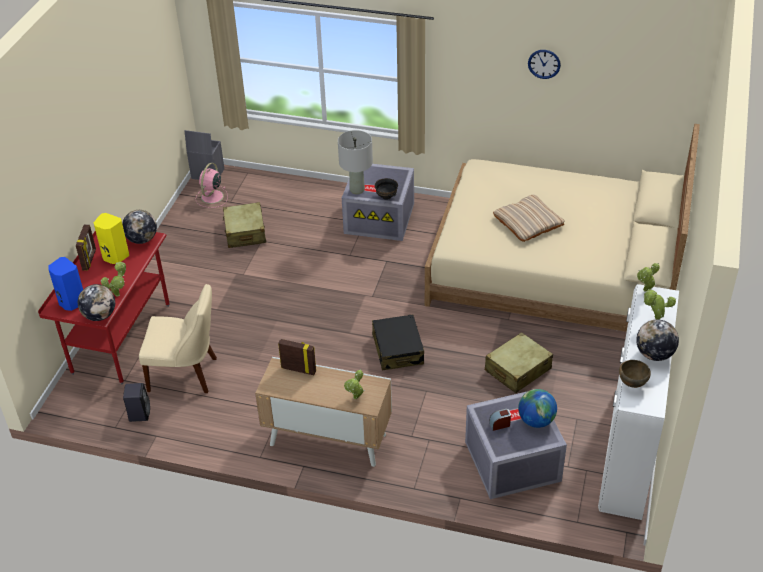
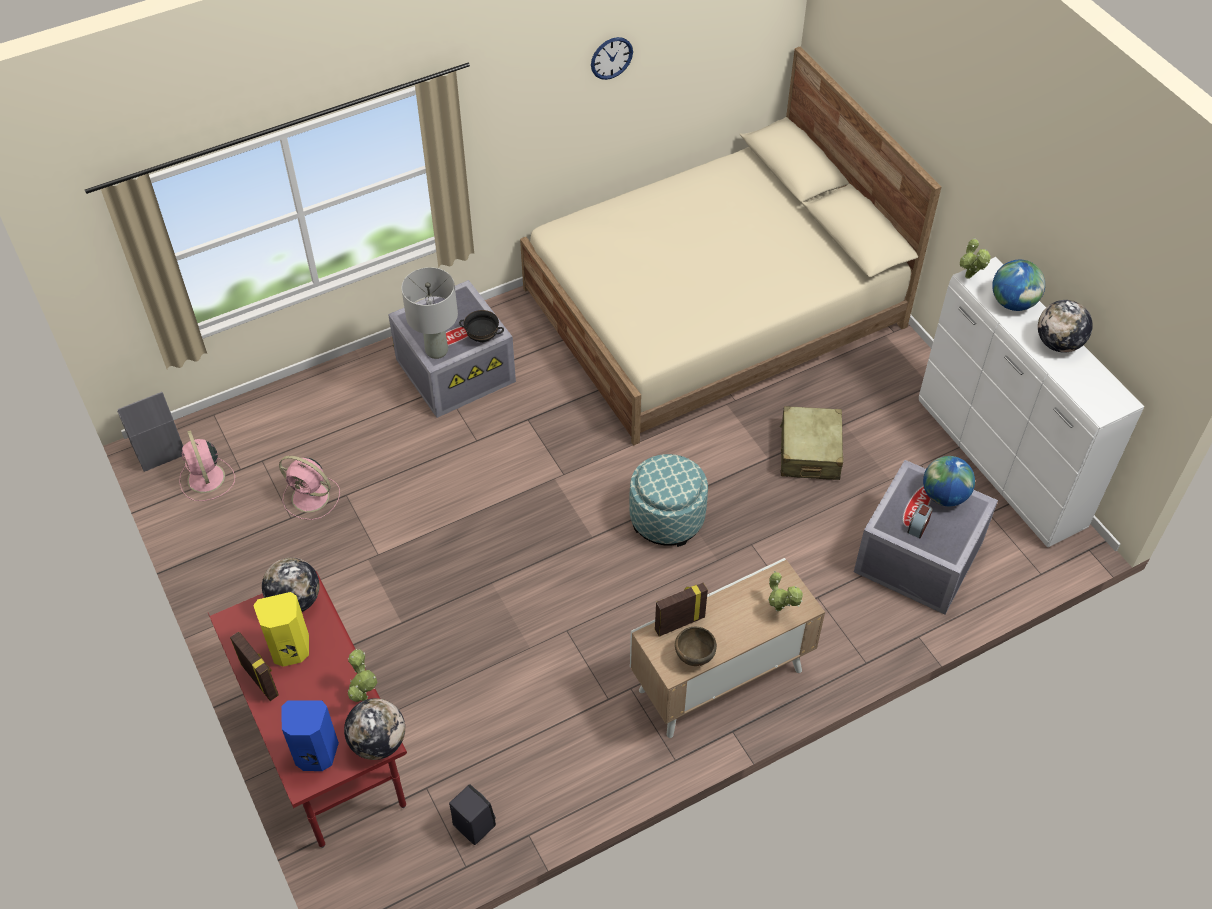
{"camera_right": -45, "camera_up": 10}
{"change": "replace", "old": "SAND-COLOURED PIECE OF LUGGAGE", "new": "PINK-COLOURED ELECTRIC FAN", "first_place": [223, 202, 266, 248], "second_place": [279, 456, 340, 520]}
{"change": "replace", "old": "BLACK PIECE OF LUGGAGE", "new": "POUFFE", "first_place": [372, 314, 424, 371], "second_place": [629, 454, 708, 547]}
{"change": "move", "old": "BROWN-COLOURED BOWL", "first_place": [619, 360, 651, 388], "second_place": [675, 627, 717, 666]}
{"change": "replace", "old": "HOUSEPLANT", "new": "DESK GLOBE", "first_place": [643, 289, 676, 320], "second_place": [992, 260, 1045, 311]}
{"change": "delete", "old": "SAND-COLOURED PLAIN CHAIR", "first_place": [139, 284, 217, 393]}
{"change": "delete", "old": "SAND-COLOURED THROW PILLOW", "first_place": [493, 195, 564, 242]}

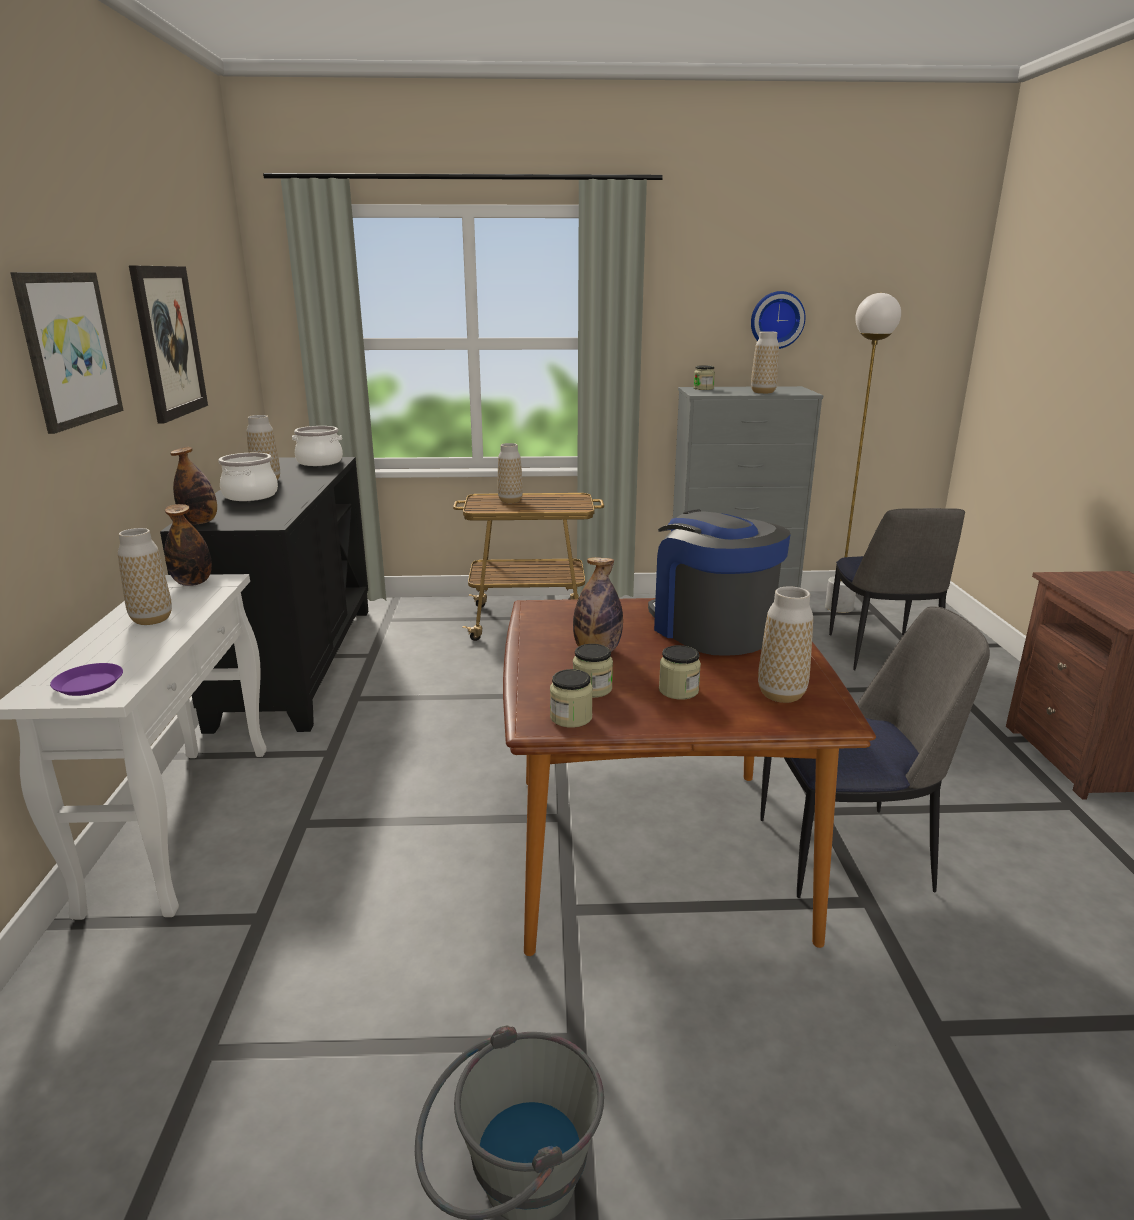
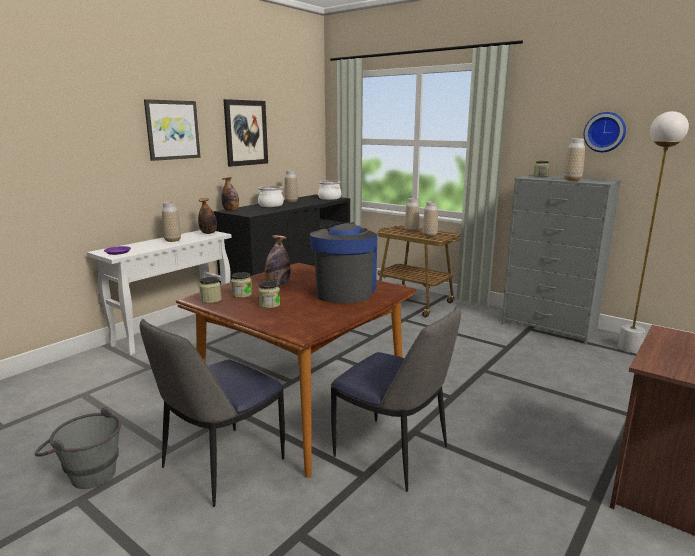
{"camera_right": 40, "camera_up": -5}
{"change": "move", "old": "PLAIN CHAIR", "first_place": [829, 508, 965, 671], "second_place": [140, 319, 285, 507]}
{"change": "move", "old": "VASE", "first_place": [758, 586, 813, 703], "second_place": [423, 201, 438, 237]}

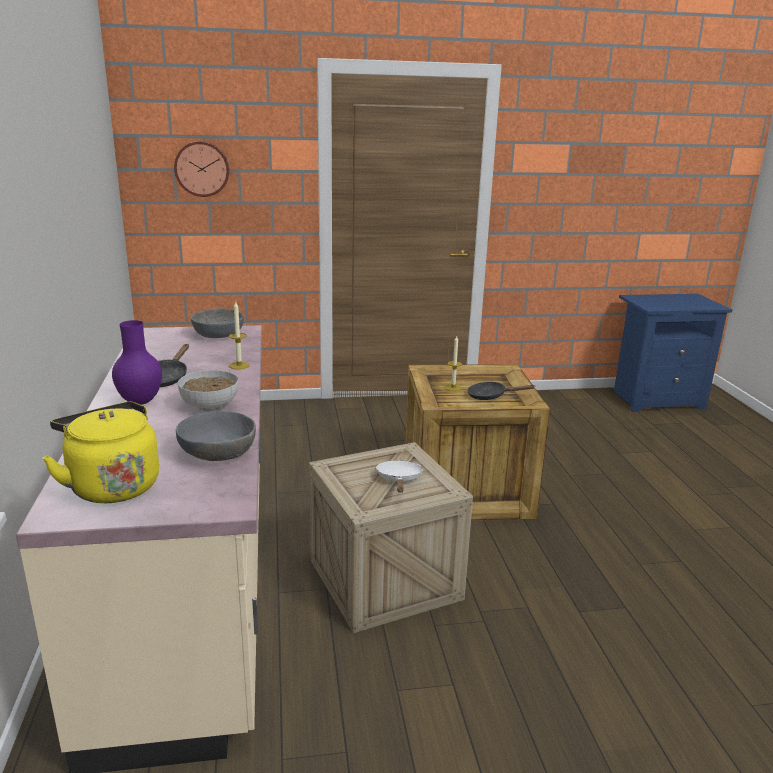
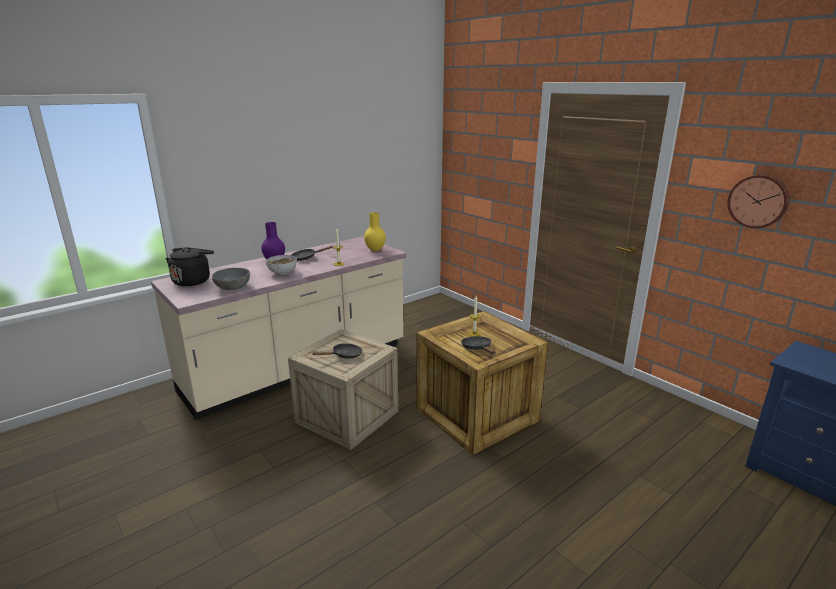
{"camera_right": 60, "camera_up": 0}
{"change": "recolor", "old": "YELLOWISH KETTLE", "new": "BLACK KETTLE", "first_place": [42, 401, 159, 503], "second_place": [166, 247, 214, 286]}
{"change": "recolor", "old": "WHITE-COLOURED PAN", "new": "BLACK PAN", "first_place": [376, 461, 424, 493], "second_place": [313, 343, 362, 359]}
{"change": "replace", "old": "GREYISH BOWL", "new": "YELLOWISH VASE", "first_place": [191, 308, 244, 338], "second_place": [364, 212, 386, 251]}
{"change": "move", "old": "CLOCK ON THE WALL", "first_place": [174, 141, 229, 197], "second_place": [727, 174, 790, 228]}

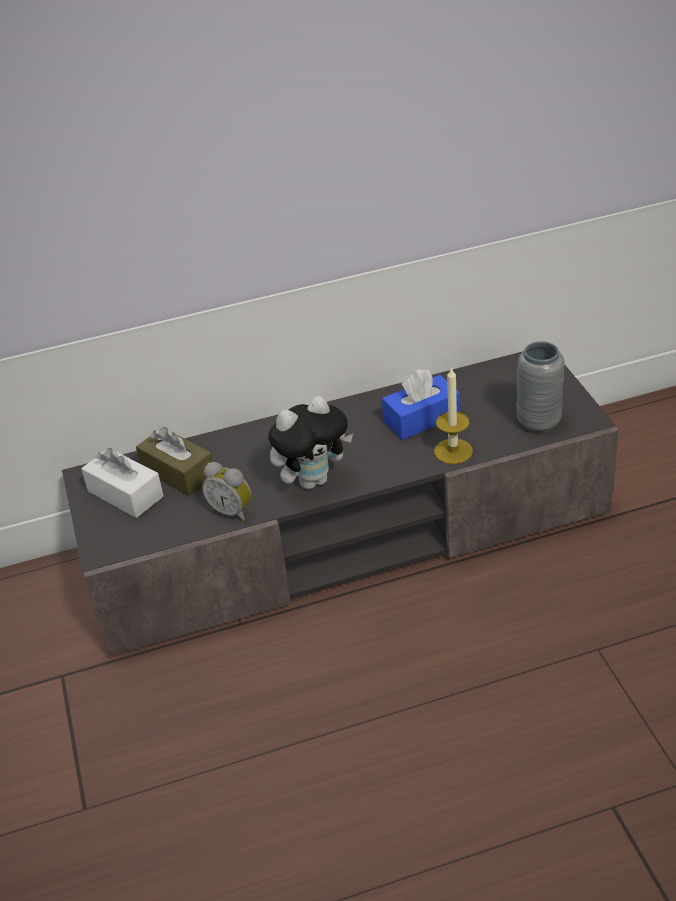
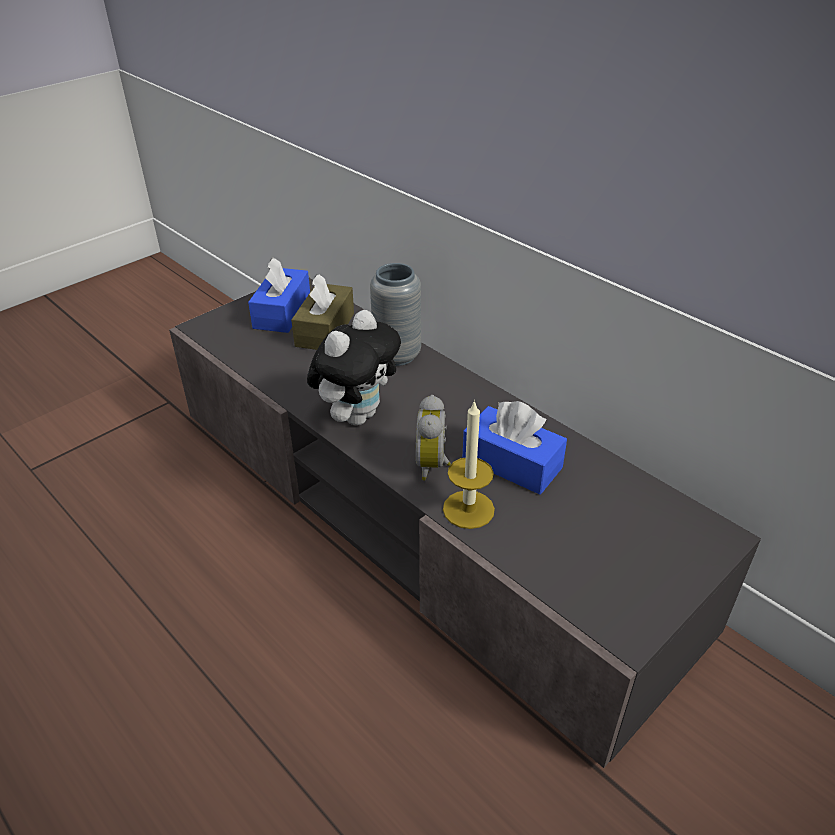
{"camera_right": 60, "camera_up": 0}
{"change": "recolor", "old": "WHITE-COLOURED TISSUE BOX", "new": "BLUE TISSUE BOX", "first_place": [81, 448, 164, 518], "second_place": [248, 257, 310, 333]}
{"change": "rotate", "old": "CUDDLY TOY", "first_place": [268, 396, 353, 489], "second_place": [307, 310, 401, 425], "degrees": -90}
{"change": "move", "old": "GREYISH VASE", "first_place": [517, 341, 565, 433], "second_place": [370, 263, 421, 366]}
{"change": "move", "old": "BEDSIDE CLOCK", "first_place": [202, 462, 251, 522], "second_place": [416, 395, 451, 481]}

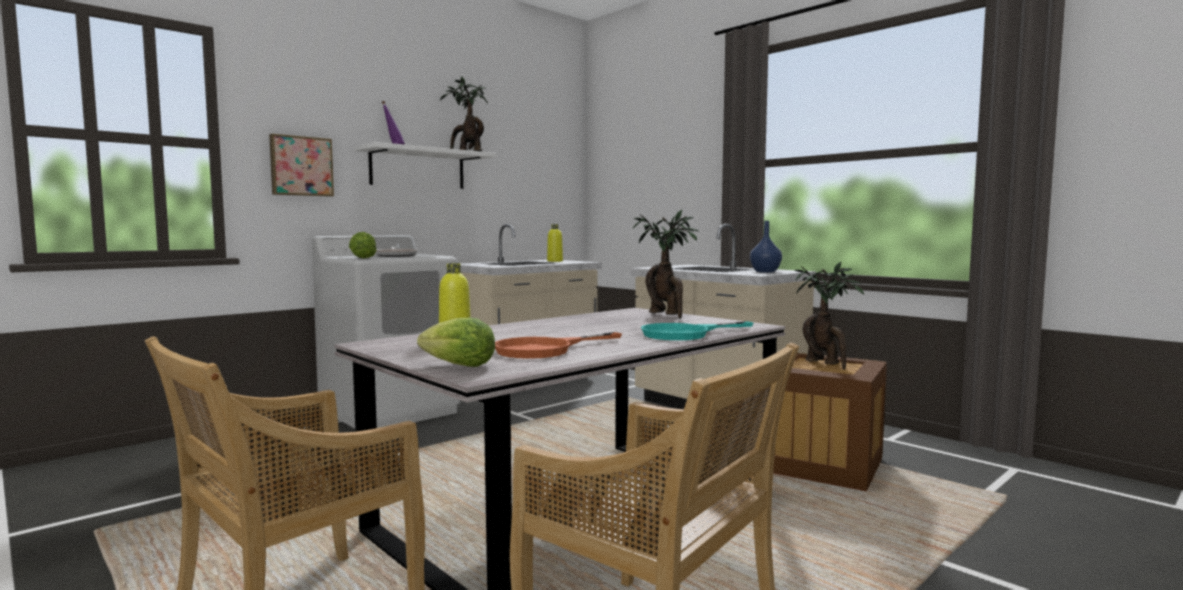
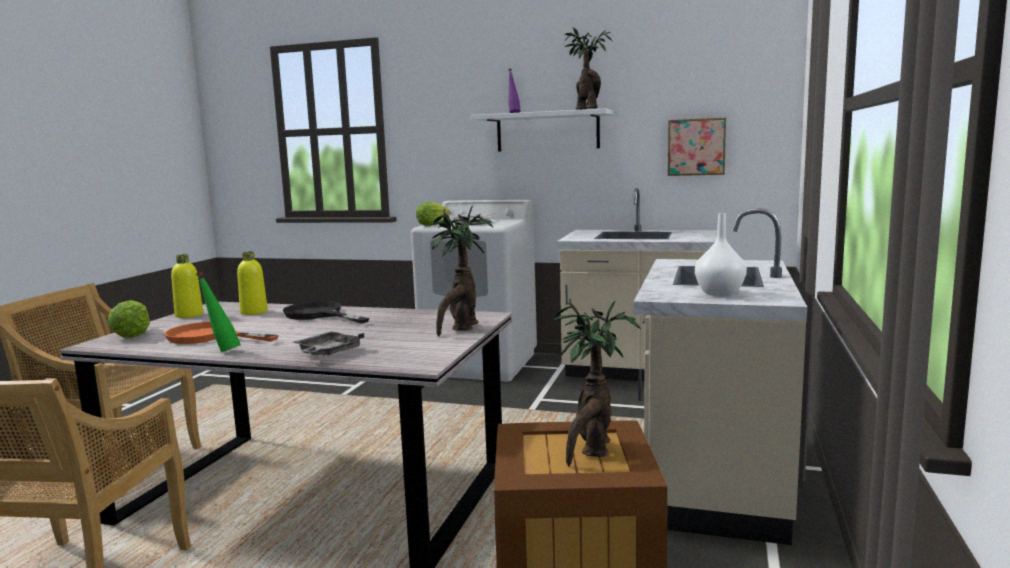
{"camera_right": 60, "camera_up": 5}
{"change": "move", "old": "YELLOWISH BEVERAGE BOTTLE", "first_place": [547, 224, 563, 262], "second_place": [171, 254, 203, 318]}
{"change": "insert", "new": "GREEN BEVERAGE BOTTLE", "second_place": [197, 272, 241, 353]}
{"change": "insert", "new": "BLACK PAN", "second_place": [283, 301, 369, 324]}
{"change": "replace", "old": "TURQUOISE PAN", "new": "GREYISH CARRYING TRAY", "first_place": [641, 321, 753, 340], "second_place": [293, 331, 364, 356]}
{"change": "move", "old": "WALL ART", "first_place": [269, 134, 334, 196], "second_place": [668, 118, 726, 176]}
{"change": "recolor", "old": "BLUE VASE", "new": "WHITE-COLOURED VASE", "first_place": [750, 221, 782, 273], "second_place": [695, 213, 747, 296]}

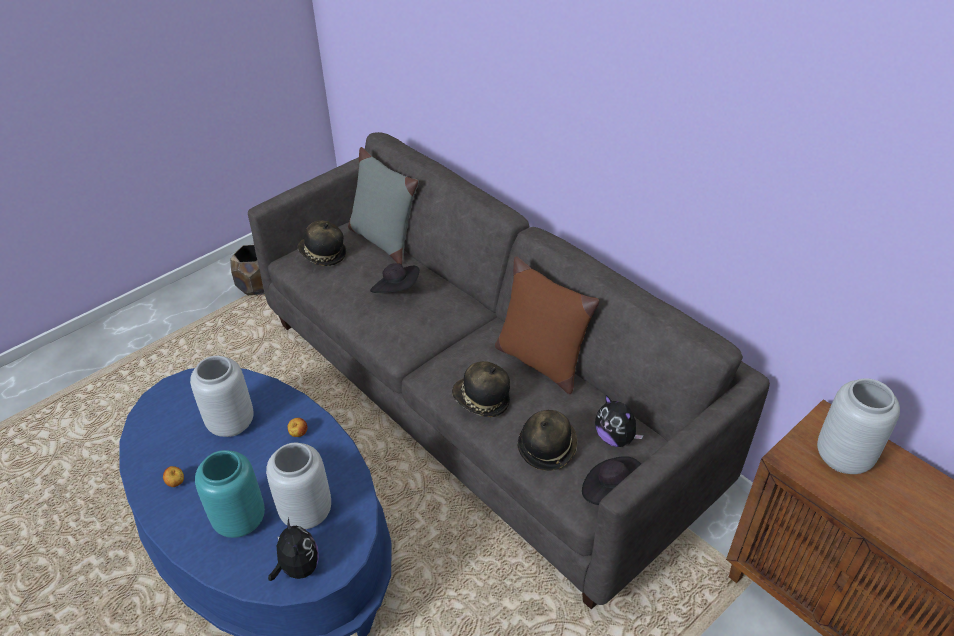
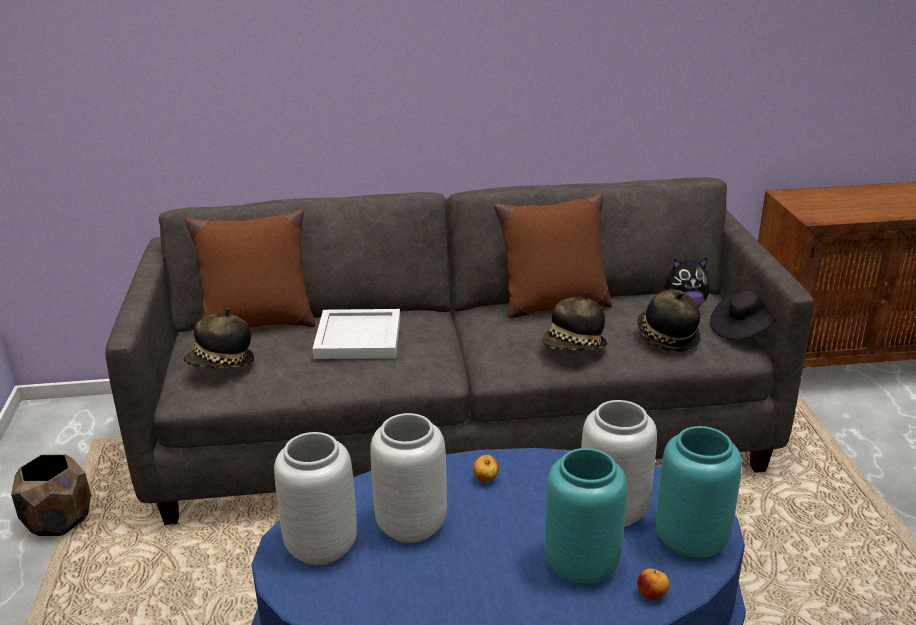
{"camera_right": -55, "camera_up": -15}
{"change": "recolor", "old": "GREYISH THROW PILLOW", "new": "BROWN-COLOURED THROW PILLOW", "first_place": [348, 147, 419, 265], "second_place": [185, 209, 316, 328]}
{"change": "move", "old": "GREYISH VASE", "first_place": [817, 378, 900, 474], "second_place": [274, 432, 357, 565]}
{"change": "replace", "old": "BLACK WEARABLE HAT", "new": "WHITE-COLOURED CARRYING TRAY", "first_place": [370, 263, 420, 293], "second_place": [313, 309, 400, 359]}
{"change": "move", "old": "APPLE FRUIT", "first_place": [163, 466, 184, 487], "second_place": [637, 568, 669, 600]}
{"change": "replace", "old": "CUDDLY TOY", "new": "TURQUOISE VASE", "first_place": [268, 518, 319, 581], "second_place": [656, 426, 742, 559]}

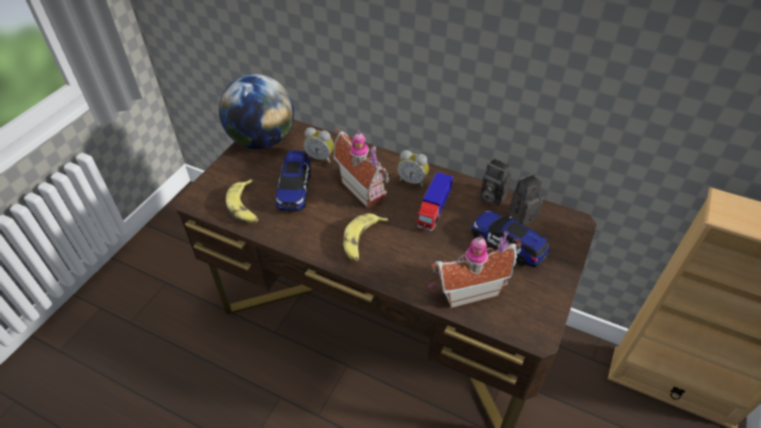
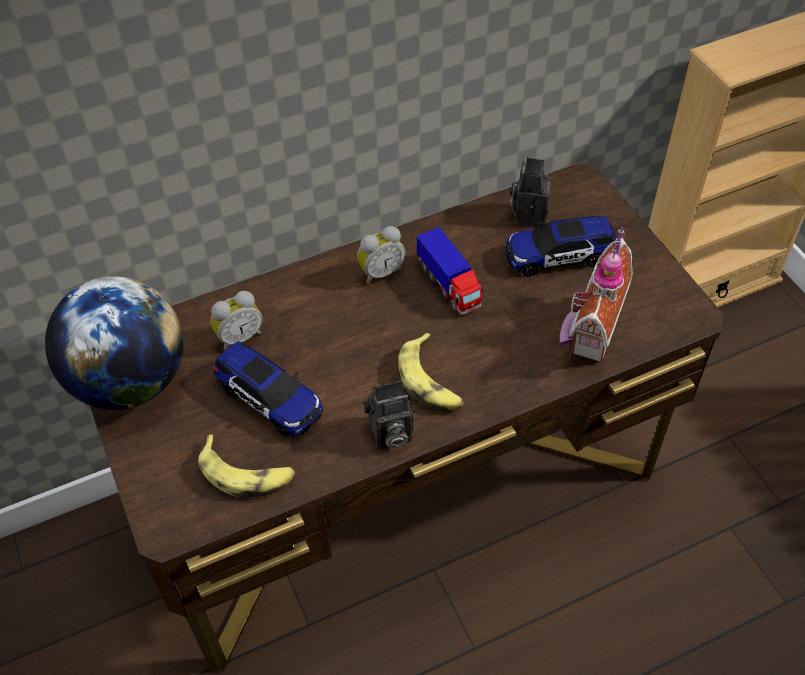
{"camera_right": -50, "camera_up": 5}
{"change": "move", "old": "PHOTO CAMERA", "first_place": [480, 158, 511, 206], "second_place": [363, 381, 413, 449]}
{"change": "delete", "old": "TOY HOUSE", "first_place": [334, 129, 389, 208]}

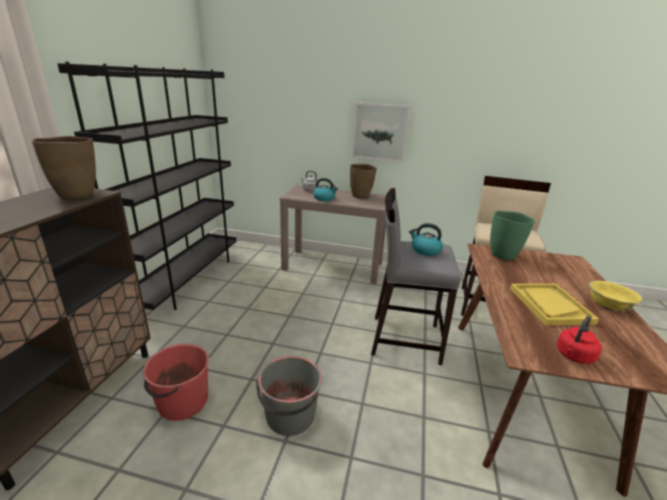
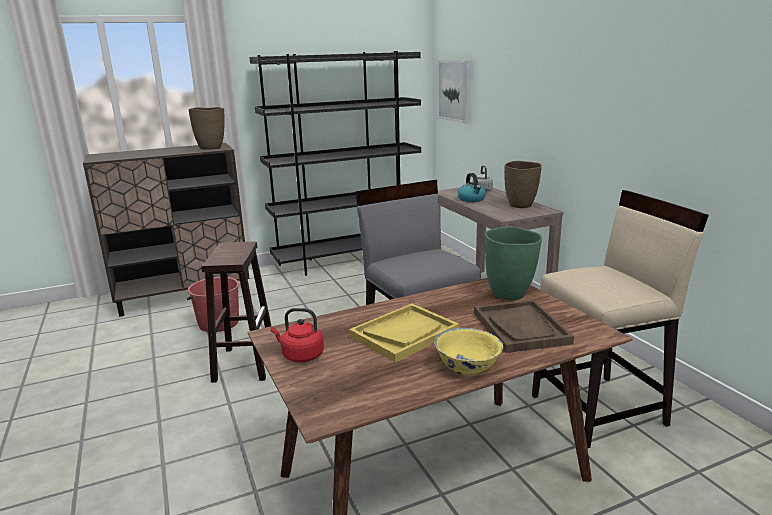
{"camera_right": 55, "camera_up": -5}
{"change": "replace", "old": "GREYISH PAIL", "new": "BROWN-COLOURED STOOL SEAT", "first_place": [256, 356, 322, 436], "second_place": [201, 241, 271, 383]}
{"change": "move", "old": "WALL ART", "first_place": [351, 102, 410, 162], "second_place": [437, 60, 471, 124]}
{"change": "insert", "new": "BROWN-COLOURED CARRYING TRAY", "second_place": [474, 300, 574, 353]}
{"change": "delete", "old": "KETTLE", "first_place": [409, 223, 443, 256]}

